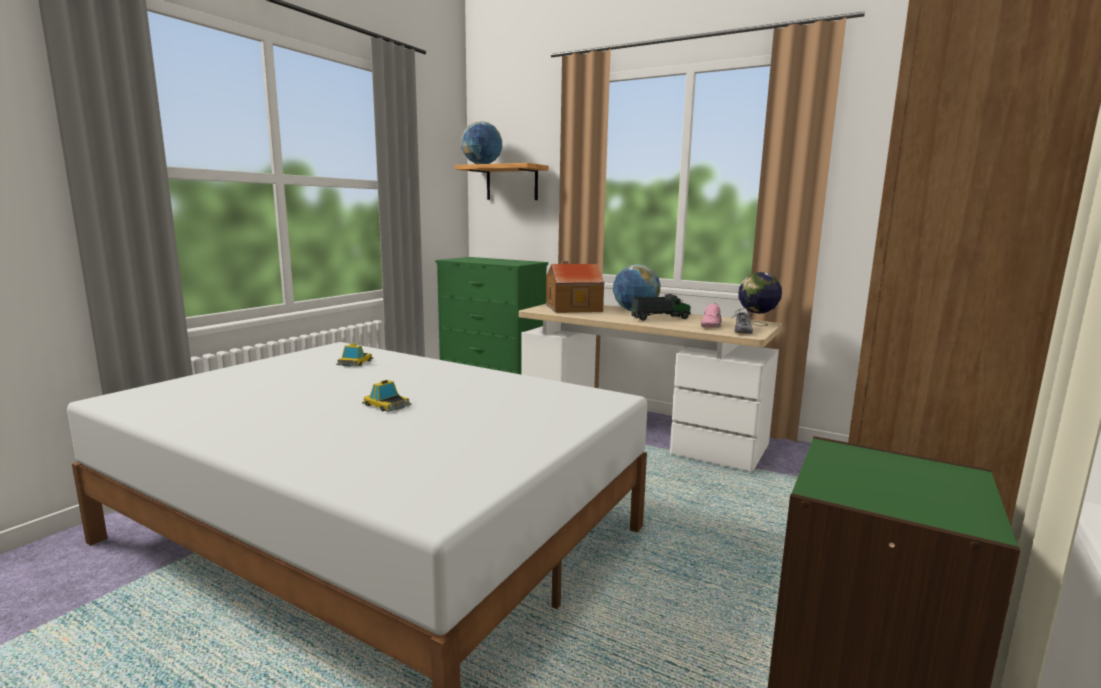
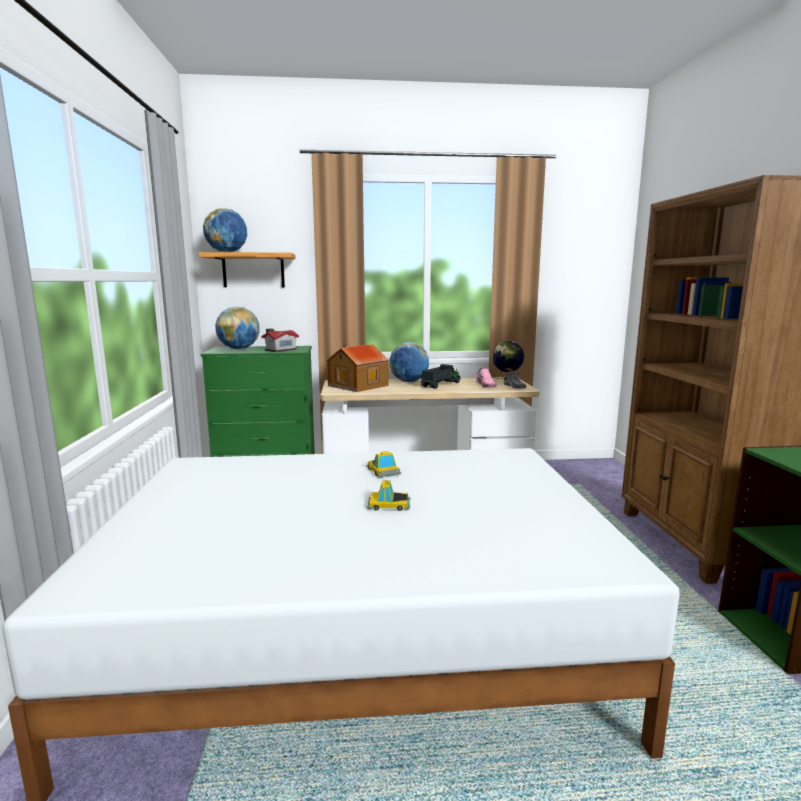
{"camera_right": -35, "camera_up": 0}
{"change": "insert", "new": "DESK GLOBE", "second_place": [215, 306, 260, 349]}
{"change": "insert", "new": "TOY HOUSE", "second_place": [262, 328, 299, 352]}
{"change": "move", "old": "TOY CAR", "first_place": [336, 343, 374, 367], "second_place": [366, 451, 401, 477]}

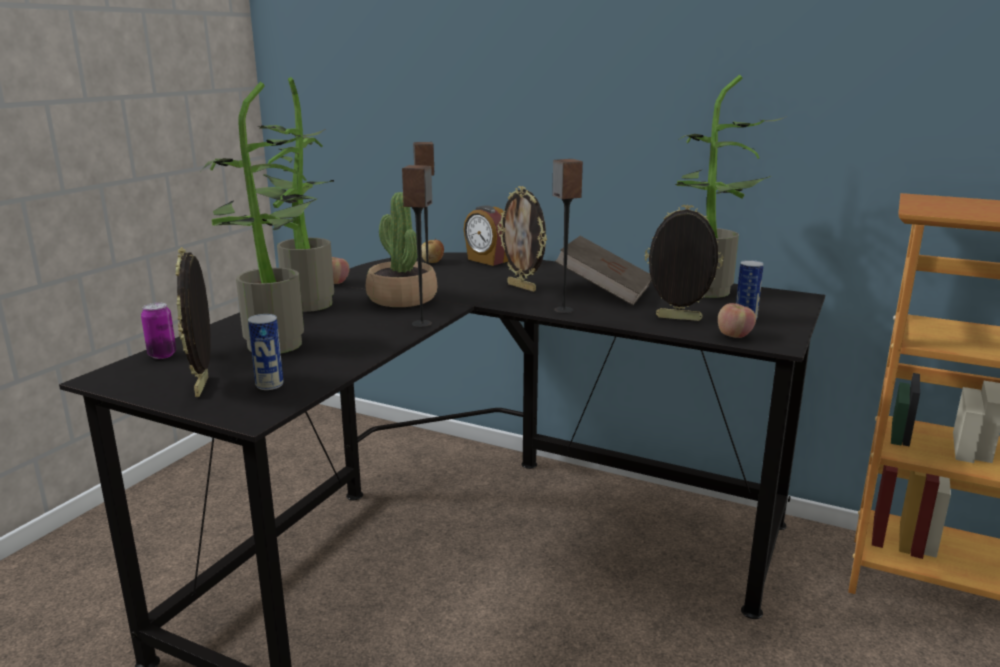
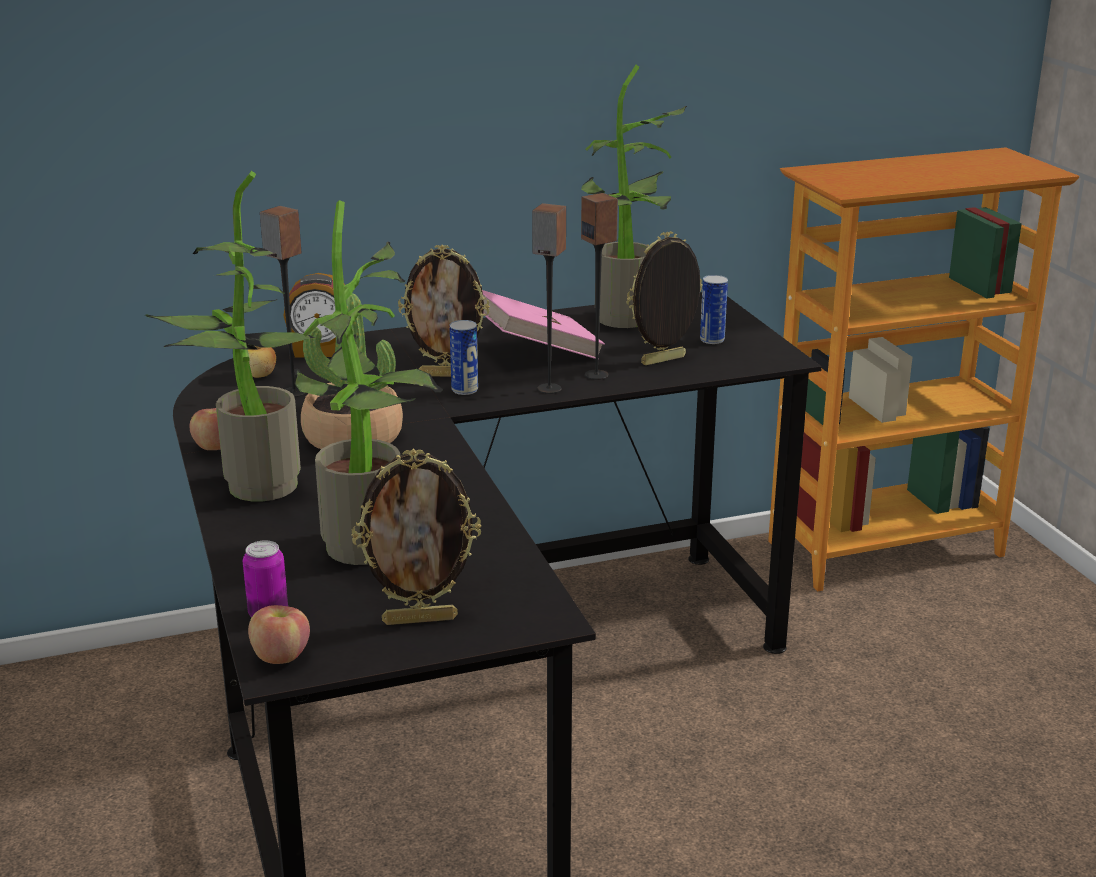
{"camera_right": -45, "camera_up": 5}
{"change": "move", "old": "APPLE FRUIT", "first_place": [718, 303, 756, 338], "second_place": [248, 605, 310, 664]}
{"change": "rotate", "old": "PHOTO FRAME", "first_place": [175, 247, 211, 397], "second_place": [351, 449, 481, 625], "degrees": -45}
{"change": "move", "old": "SEALED CAN", "first_place": [248, 314, 284, 390], "second_place": [450, 320, 478, 395]}
{"change": "recolor", "old": "BROWN-COLOURED BOOK", "new": "PINK-COLOURED BOOK", "first_place": [555, 236, 652, 305], "second_place": [482, 290, 605, 360]}
{"change": "move", "old": "LOUDSPEAKER", "first_place": [402, 165, 432, 328], "second_place": [581, 193, 618, 380]}

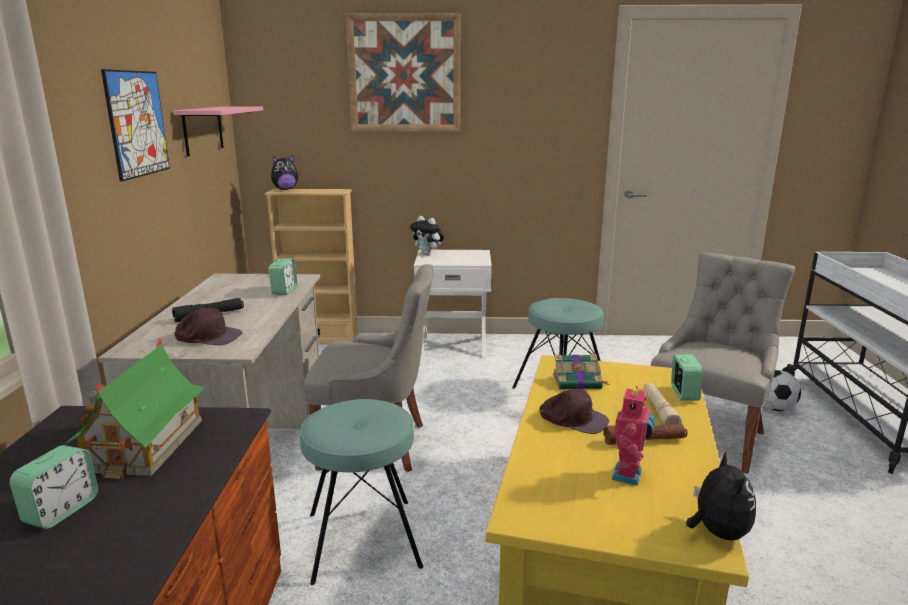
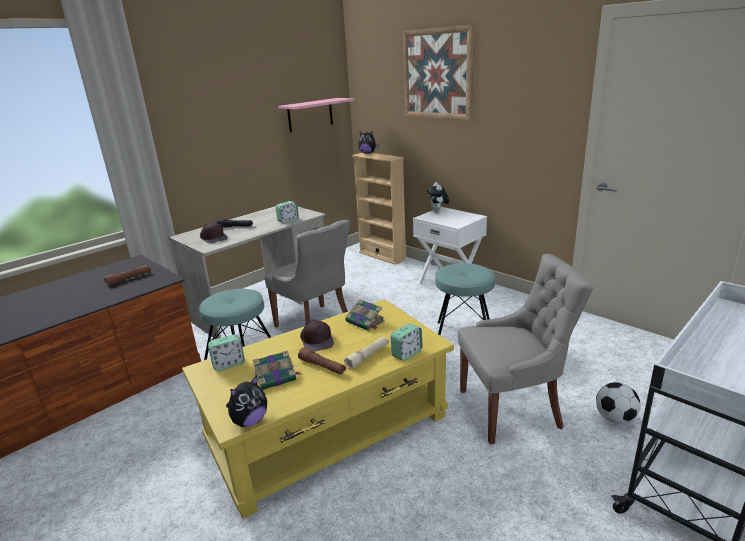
{"camera_right": 45, "camera_up": 5}
{"change": "replace", "old": "TOY HOUSE", "new": "BROWN-COLOURED TORCH", "first_place": [64, 338, 205, 479], "second_place": [104, 265, 151, 286]}
{"change": "move", "old": "BEDSIDE CLOCK", "first_place": [10, 445, 98, 529], "second_place": [208, 334, 245, 371]}
{"change": "replace", "old": "MODEL ROBOT", "new": "BOOK", "first_place": [612, 386, 655, 486], "second_place": [253, 351, 301, 390]}
{"change": "delete", "old": "WALL ART", "first_place": [101, 69, 170, 181]}

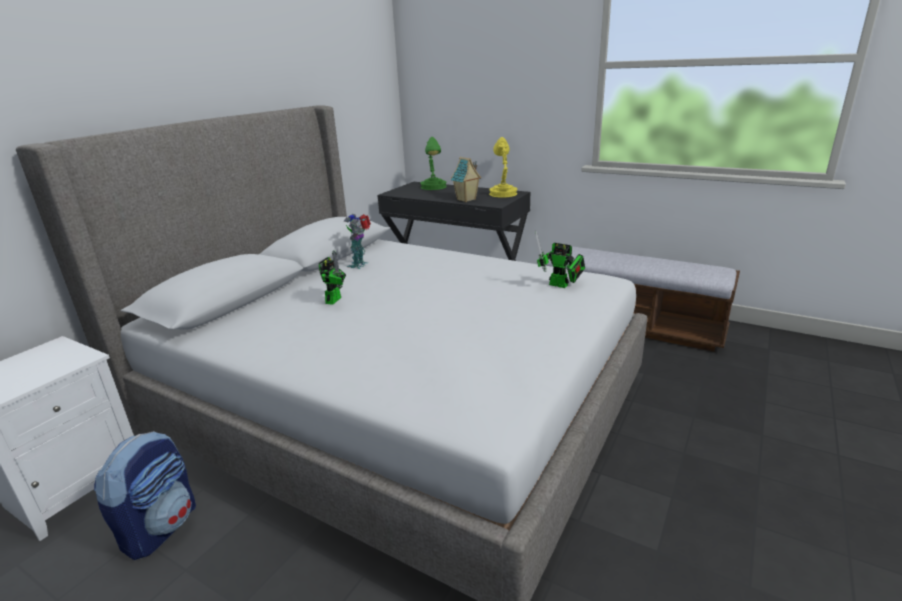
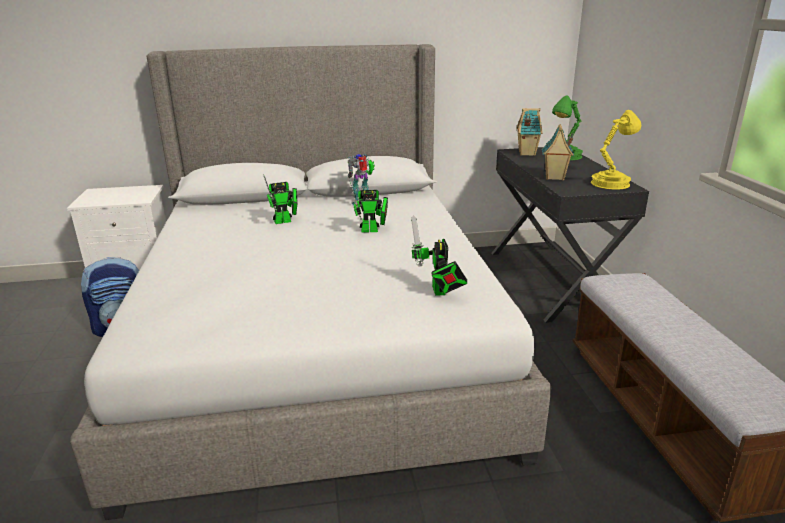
{"camera_right": 50, "camera_up": 0}
{"change": "insert", "new": "MODEL ROBOT", "second_place": [349, 180, 388, 233]}
{"change": "insert", "new": "TOY HOUSE", "second_place": [517, 108, 542, 156]}

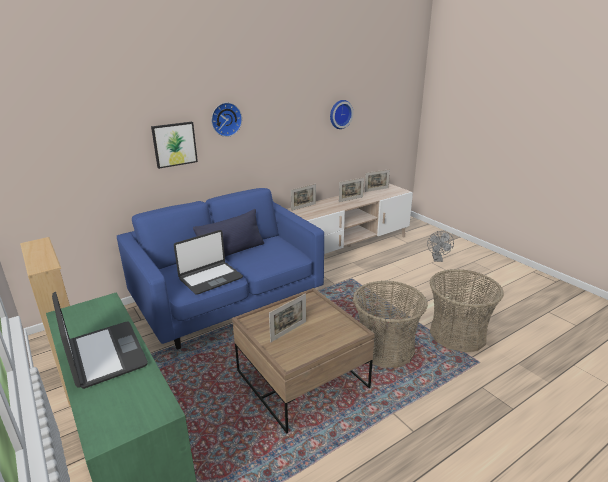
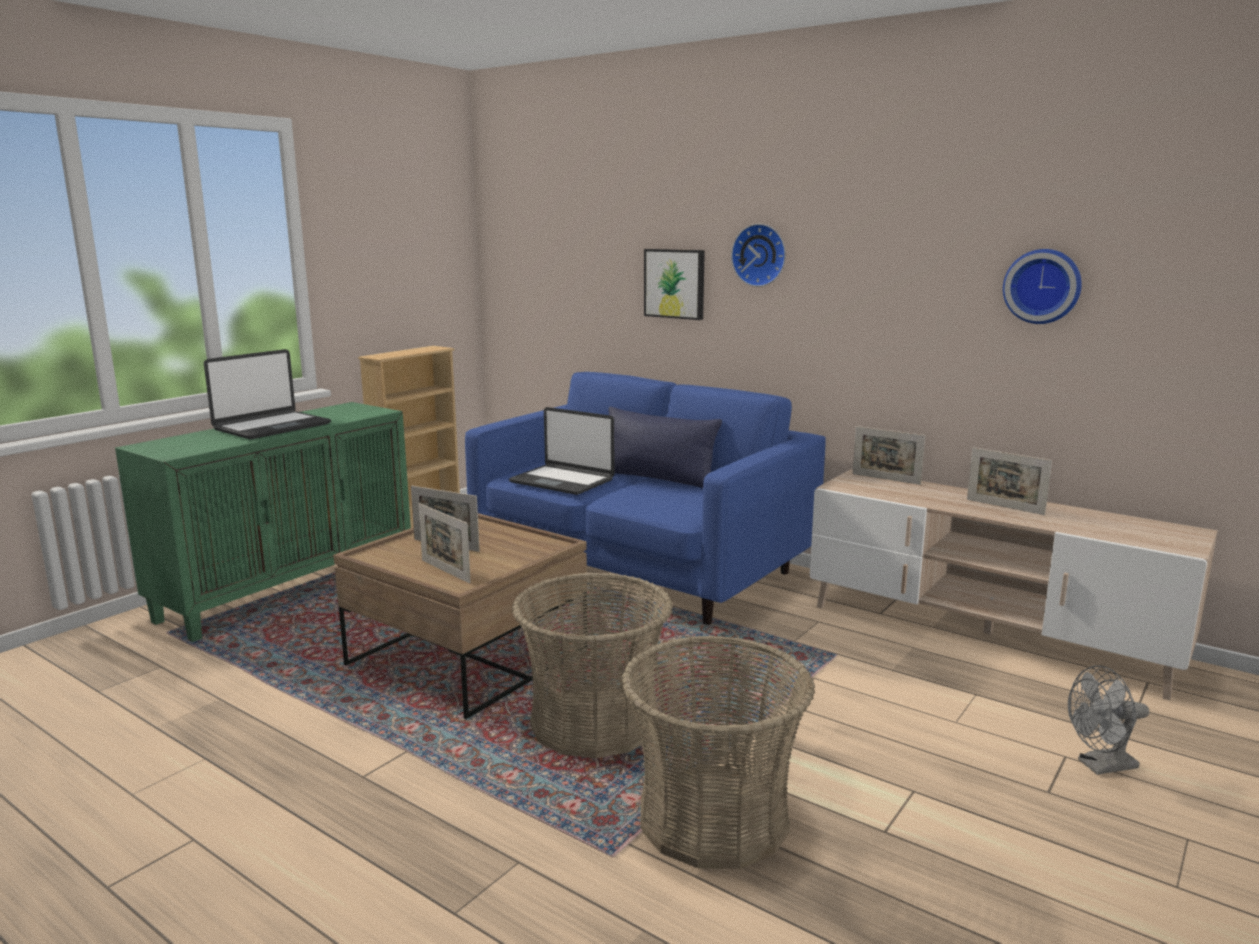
{"camera_right": 70, "camera_up": -10}
{"change": "move", "old": "PHOTO FRAME", "first_place": [365, 169, 390, 192], "second_place": [418, 503, 471, 584]}

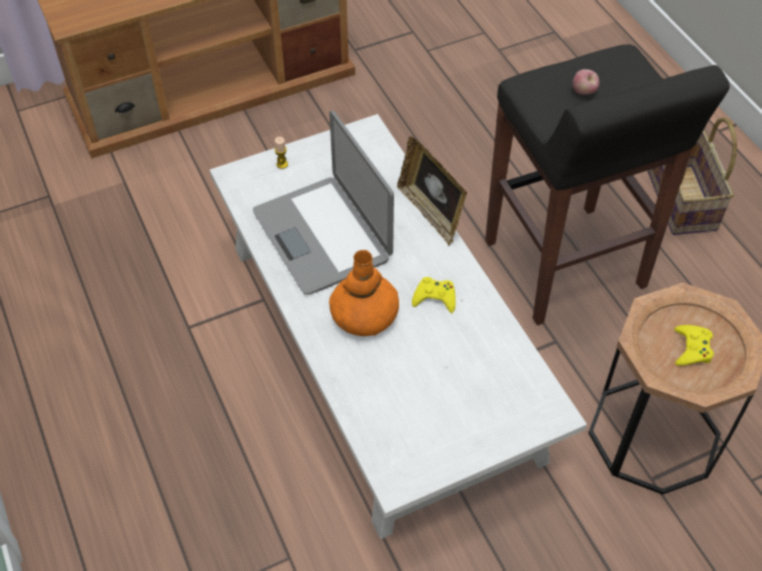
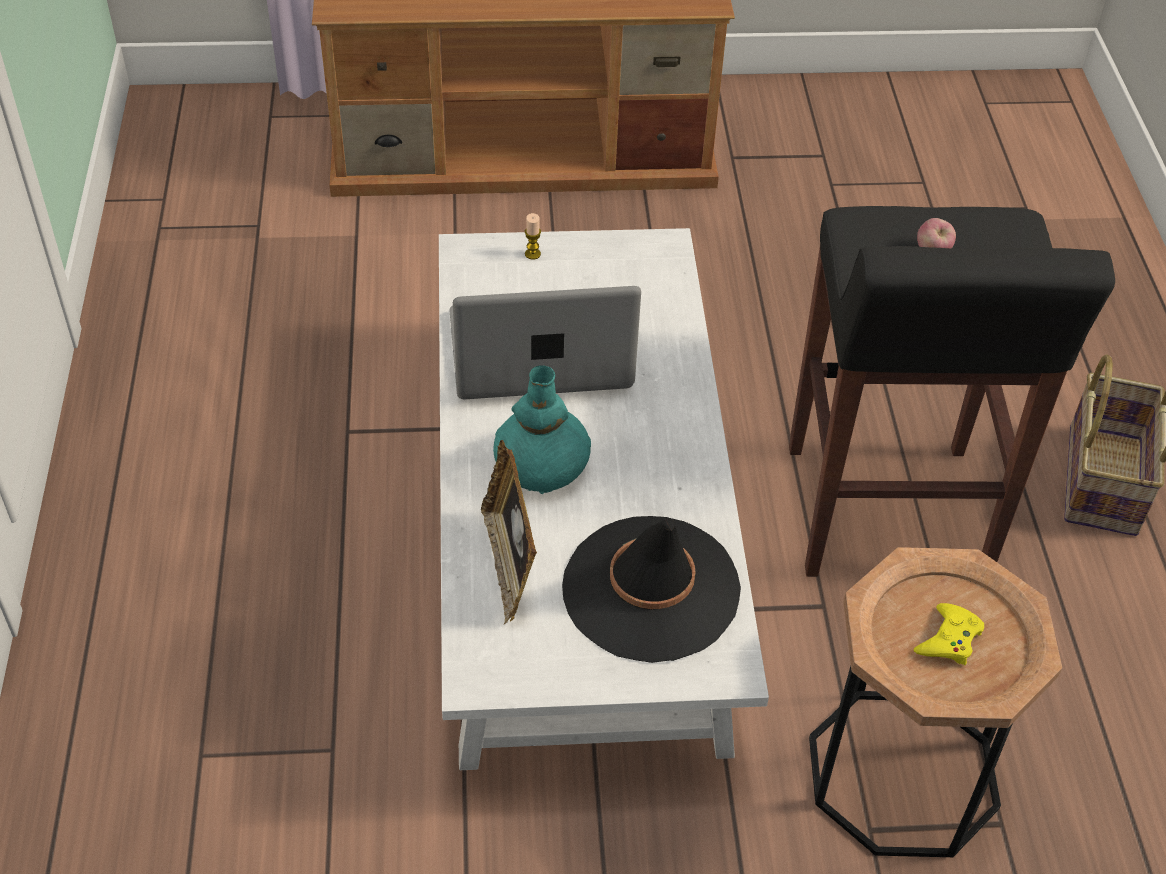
{"camera_right": 20, "camera_up": -5}
{"change": "rotate", "old": "PORTABLE COMPUTER", "first_place": [253, 111, 394, 295], "second_place": [450, 286, 641, 399], "degrees": 90}
{"change": "move", "old": "PHOTO FRAME", "first_place": [397, 136, 467, 246], "second_place": [481, 440, 537, 624]}
{"change": "recolor", "old": "ORANGE-COLOURED VASE", "new": "TURQUOISE VASE", "first_place": [329, 250, 399, 336], "second_place": [493, 365, 591, 494]}
{"change": "insert", "new": "BLACK WEARABLE HAT", "second_place": [562, 516, 741, 663]}
{"change": "delete", "old": "YELLOWISH JOYPAD", "first_place": [412, 277, 456, 313]}

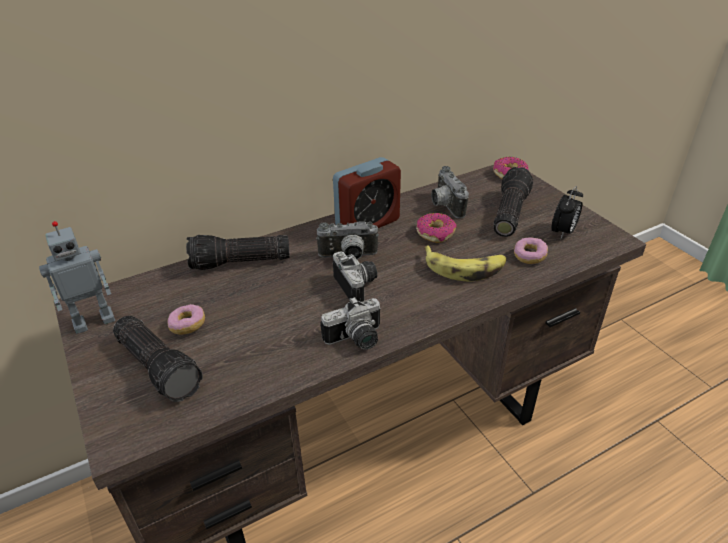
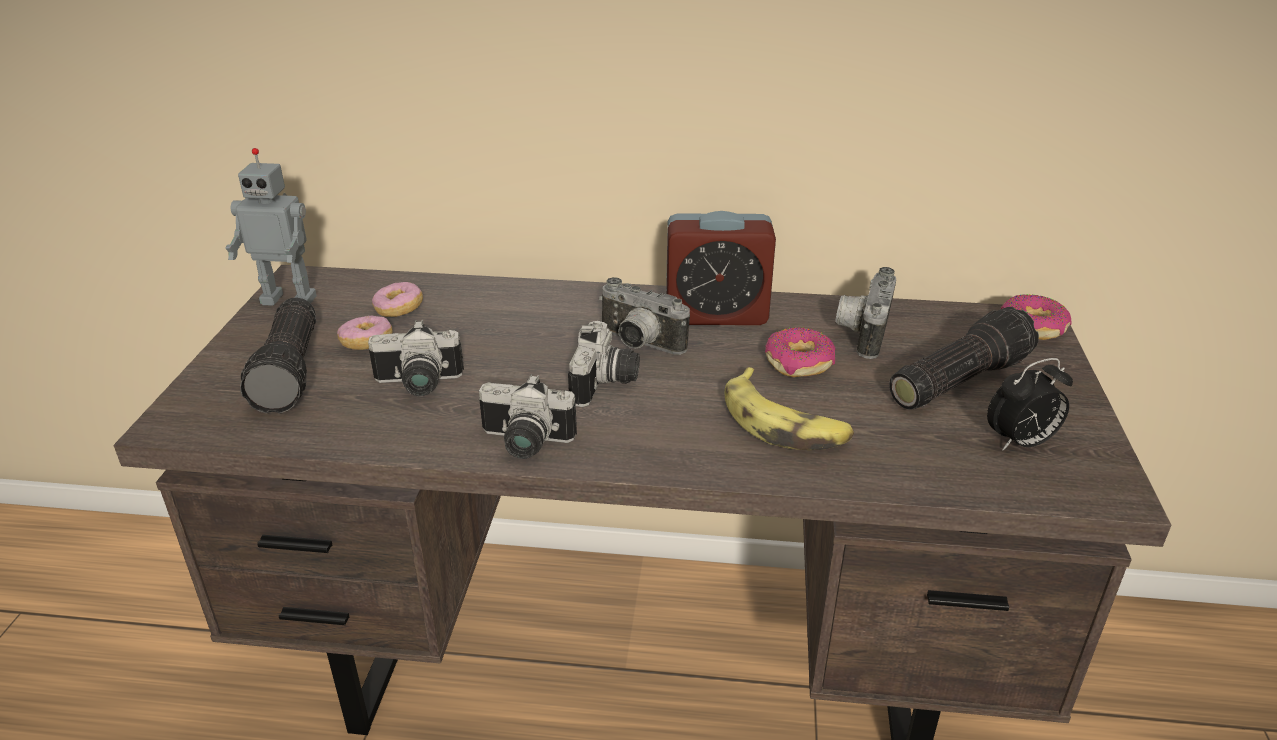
{"camera_right": 35, "camera_up": -5}
{"change": "insert", "new": "PHOTO CAMERA", "second_place": [368, 320, 464, 396]}
{"change": "move", "old": "DONUT", "first_place": [514, 237, 548, 264], "second_place": [372, 282, 423, 317]}
{"change": "delete", "old": "TORCH", "first_place": [186, 235, 289, 270]}

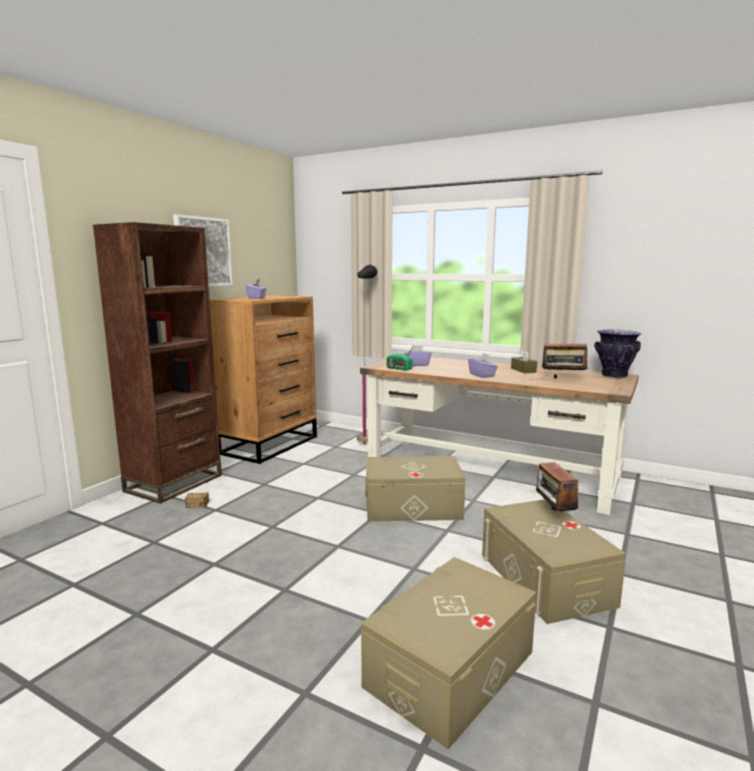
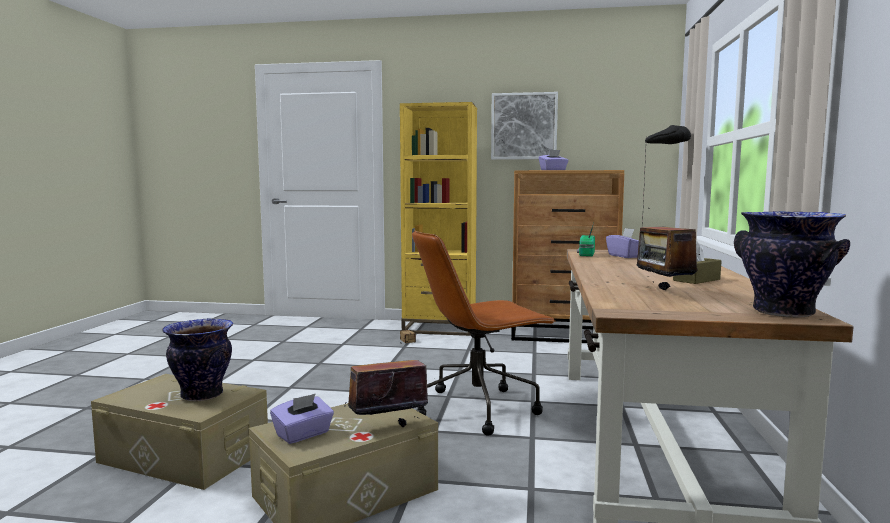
{"camera_right": 70, "camera_up": -5}
{"change": "insert", "new": "VASE", "second_place": [162, 318, 233, 402]}
{"change": "move", "old": "PURPLE TISSUE BOX", "first_place": [468, 353, 498, 378], "second_place": [270, 393, 334, 444]}
{"change": "recolor", "old": "BROWN-COLOURED BOOKSHELF", "new": "YELLOWISH BOOKSHELF", "first_place": [93, 222, 222, 504], "second_place": [400, 102, 477, 336]}
{"change": "replace", "old": "SAND-COLOURED STORAGE CONTAINER", "new": "BROWN-COLOURED DESK CHAIR", "first_place": [365, 456, 466, 522], "second_place": [412, 230, 556, 436]}

